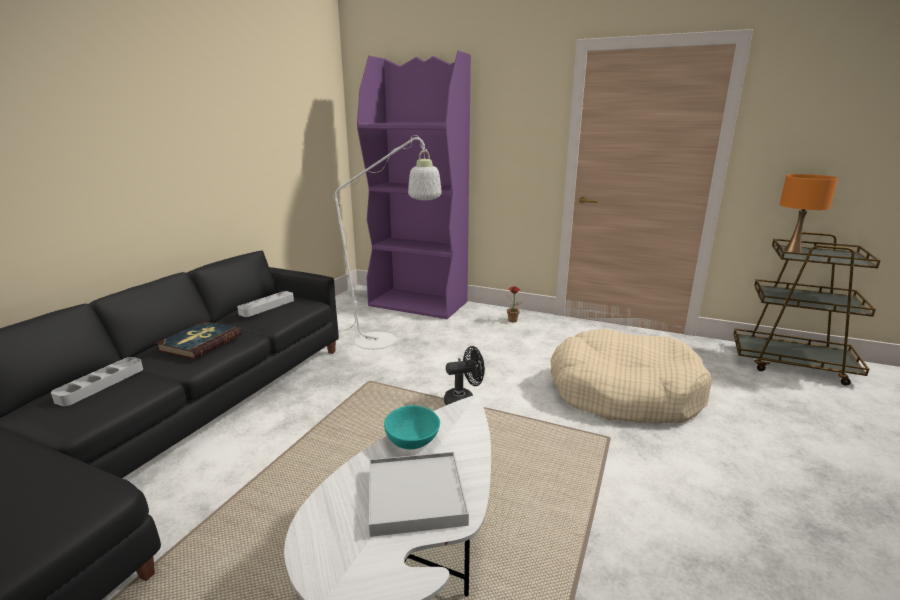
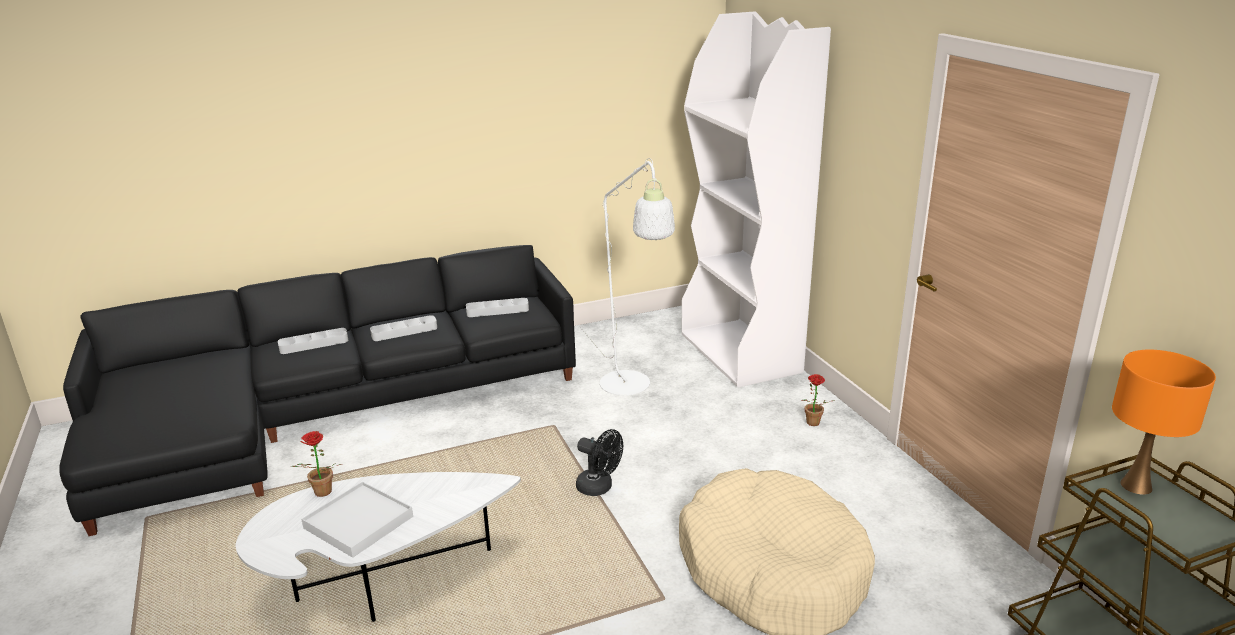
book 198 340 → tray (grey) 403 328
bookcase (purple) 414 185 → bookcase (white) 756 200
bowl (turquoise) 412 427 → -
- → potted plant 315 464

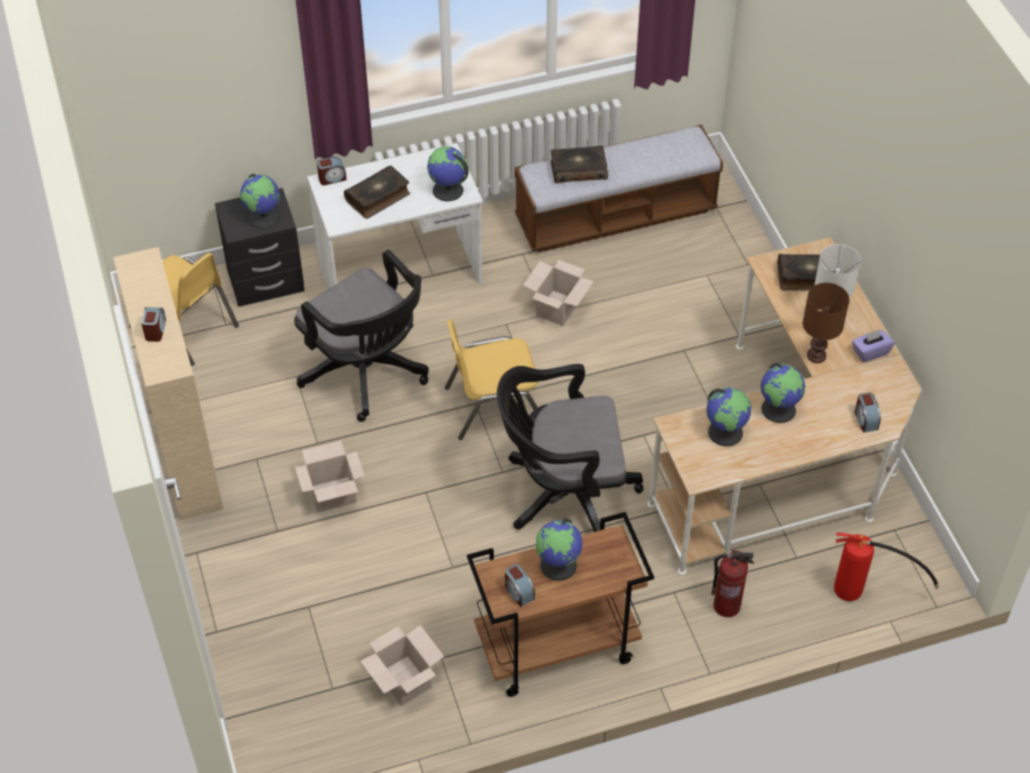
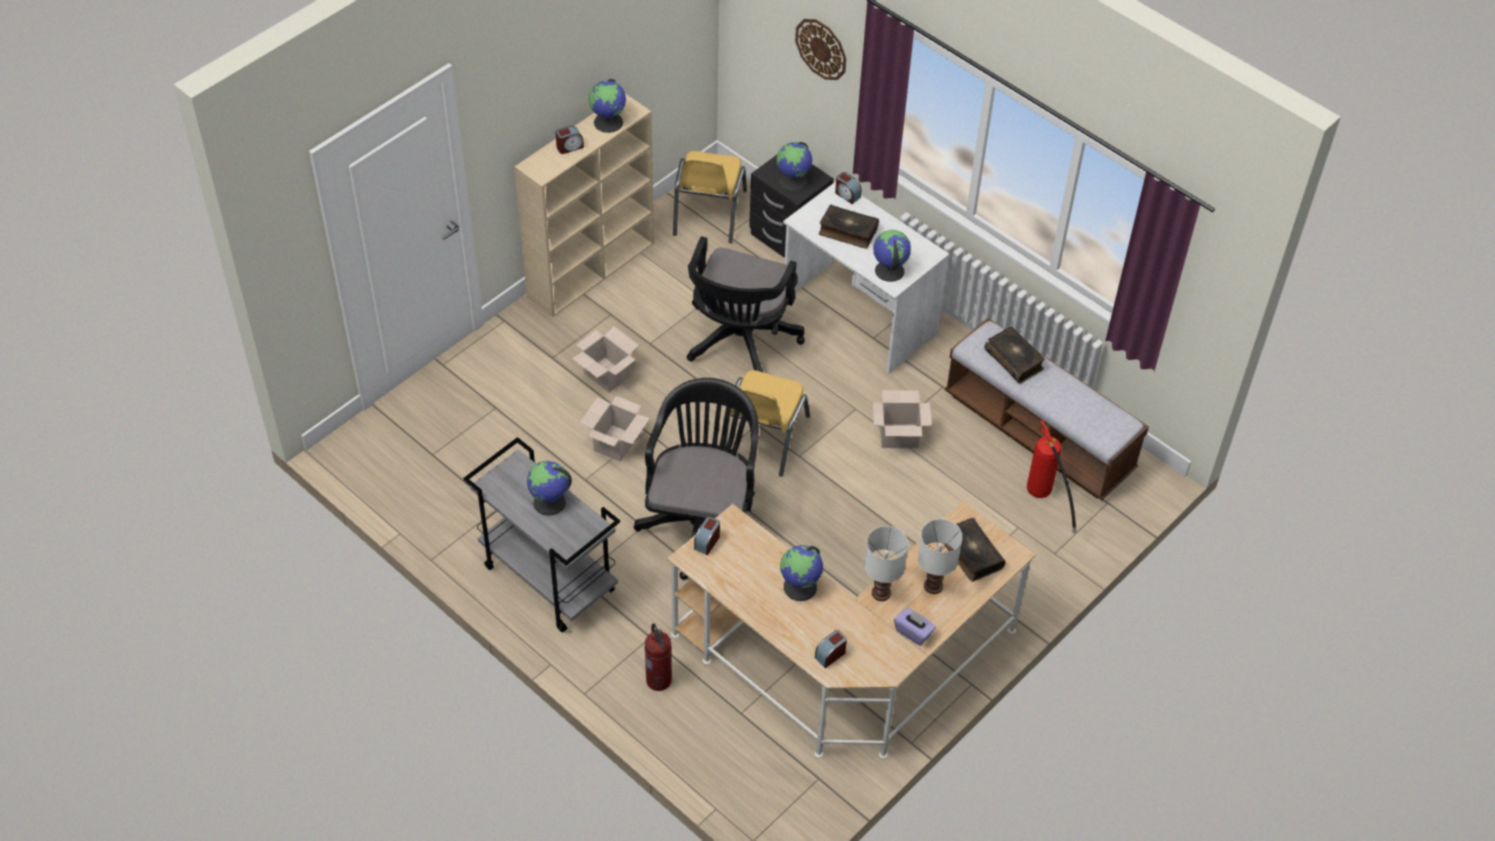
cardboard box 402 665 → cardboard box 615 429, move
chair (yellow) 491 379 → chair (yellow) 767 423, 120 degrees counterclockwise
cart (brown) 560 604 → cart (grey) 541 534
office chair (black) 570 448 → office chair (black) 696 479, 45 degrees clockwise
alarm clock 520 585 → alarm clock 707 536, move
globe 729 417 → globe 607 106, move
table lamp (brown) 826 323 → table lamp (white) 886 563
fire extinguisher 886 567 → fire extinguisher 1051 476, move
- → wall clock 820 49

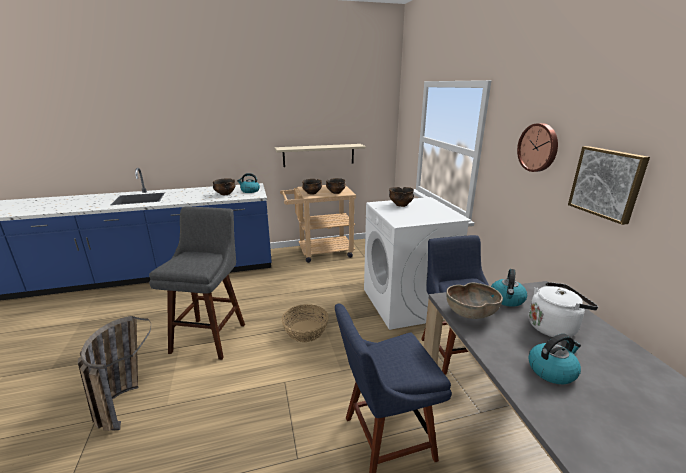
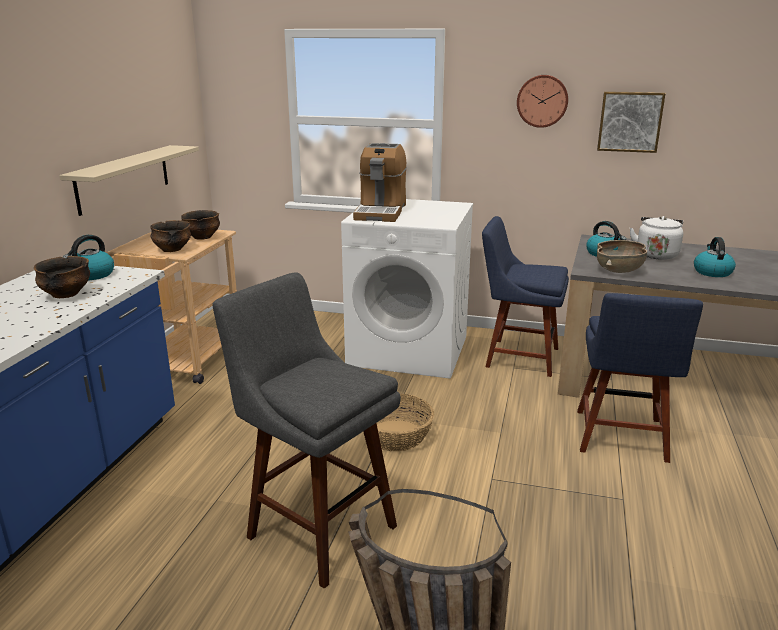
bowl 401 197 → coffee machine 380 182

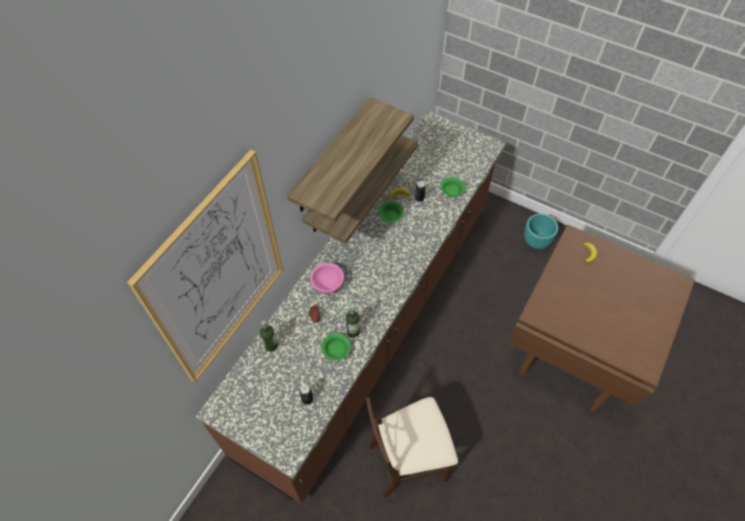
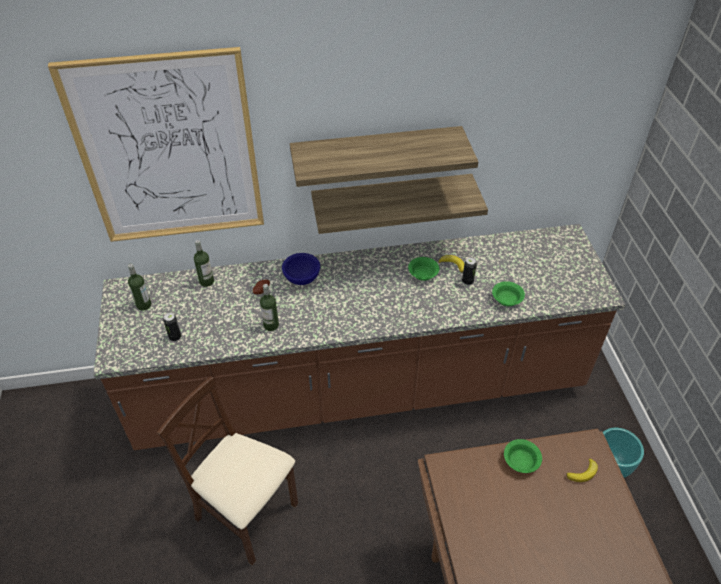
bowl (pink) 327 278 → bowl (blue) 301 269
bowl (green) 336 346 → bowl (green) 523 456, move
- → bottle 139 287

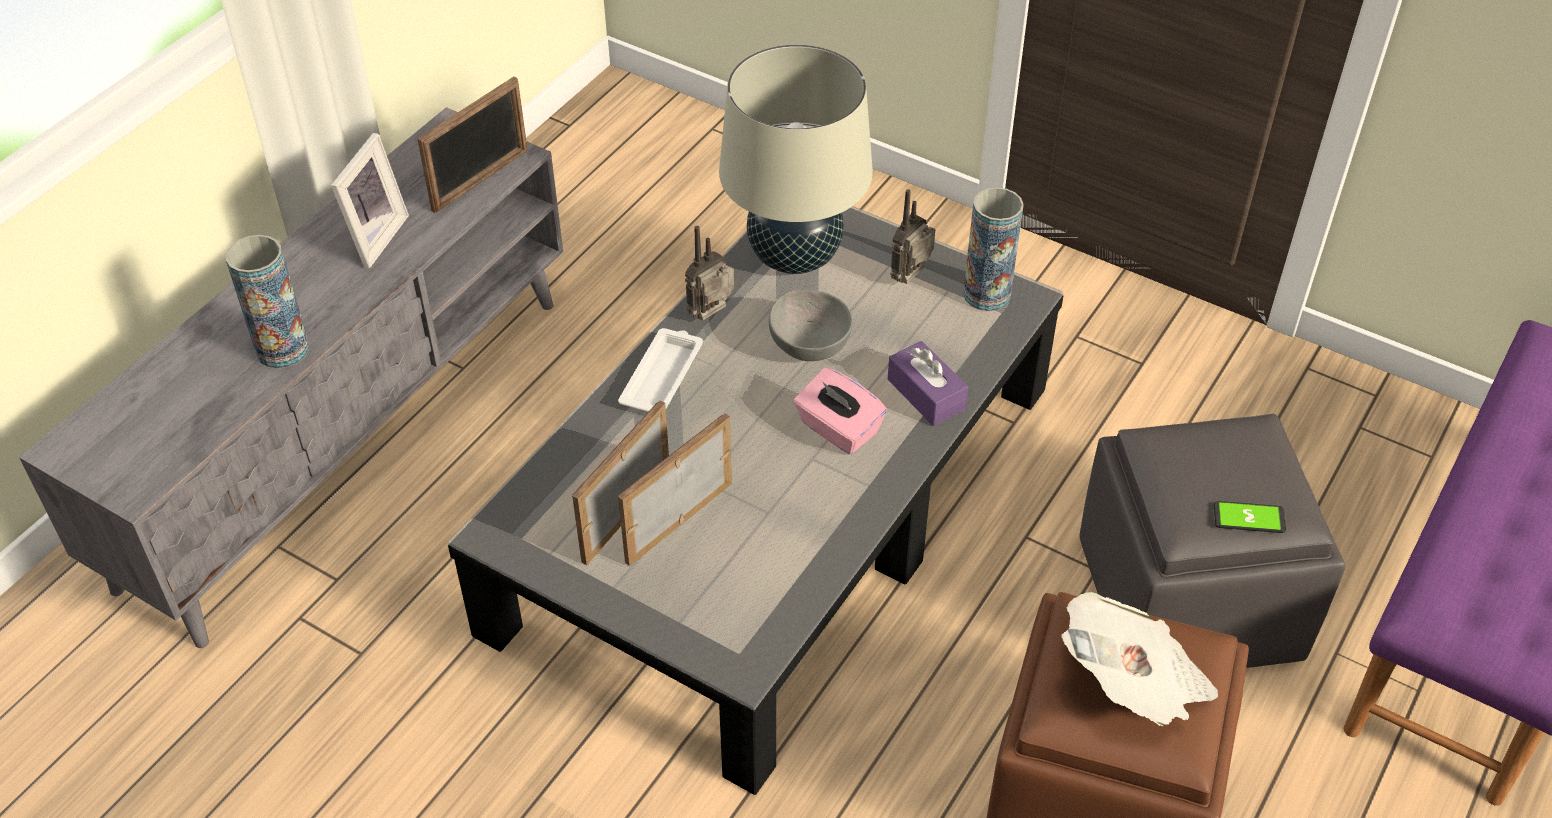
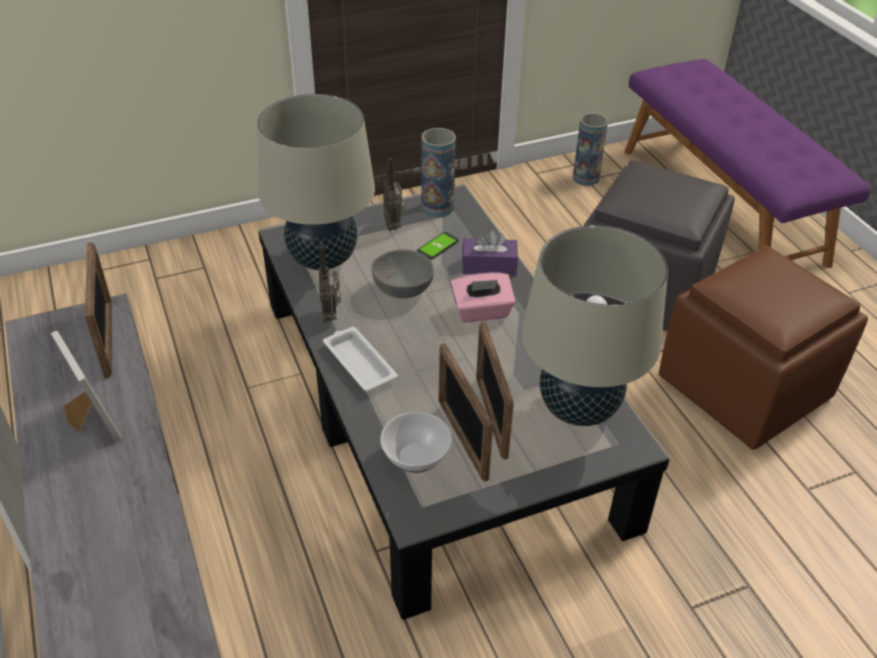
vase 267 301 → vase 590 149, move
newspaper 1139 659 → -
phone 1250 517 → phone 438 245, move
- → bowl 416 442
- → table lamp (beige) 594 325

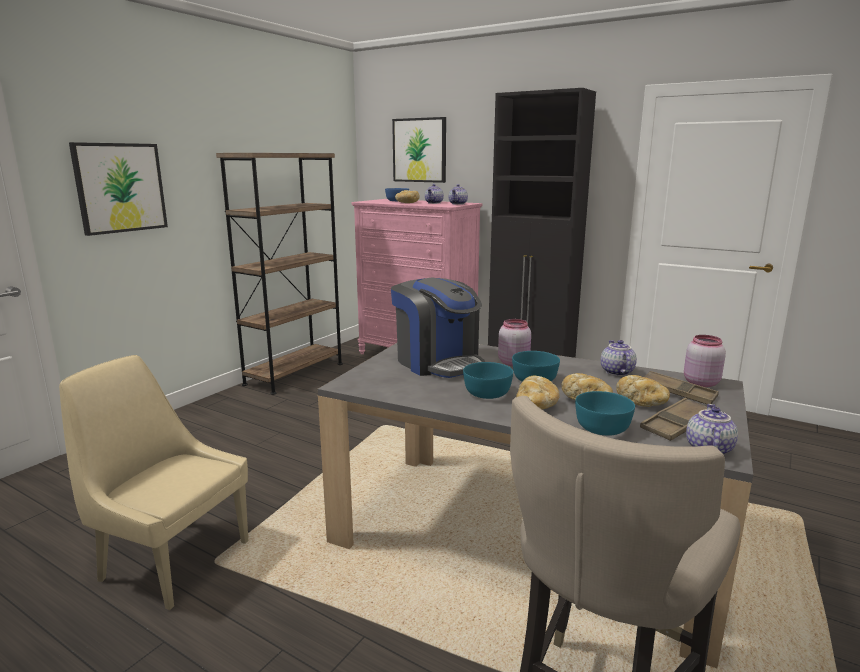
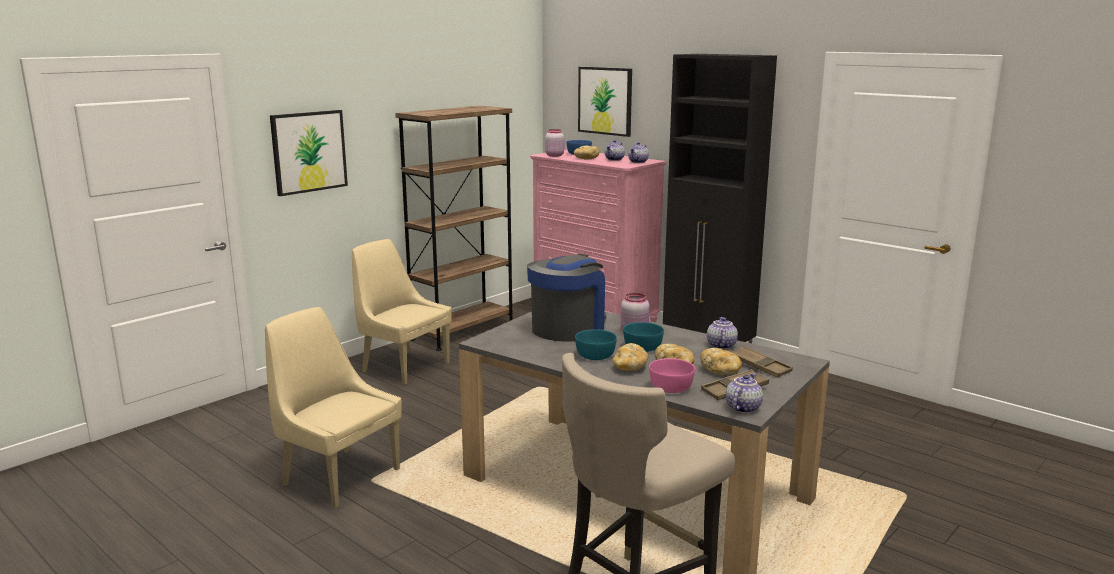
coffee machine 438 328 → coffee machine 566 297, 120 degrees counterclockwise
bowl (turquoise) 605 413 → bowl (pink) 672 375
jar (pink) 705 361 → jar (pink) 554 143, move
- → chair (beige) 402 312

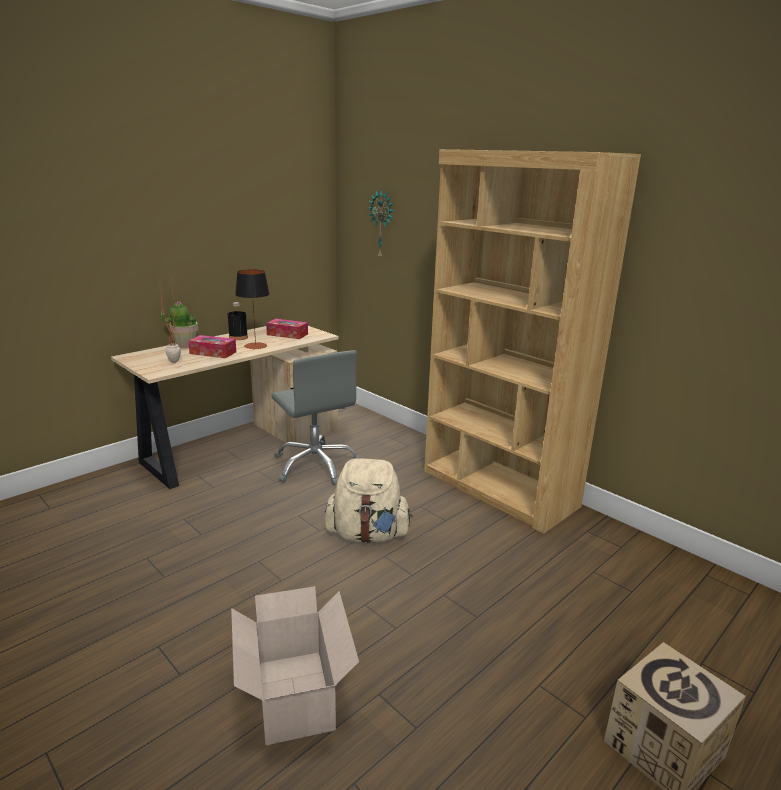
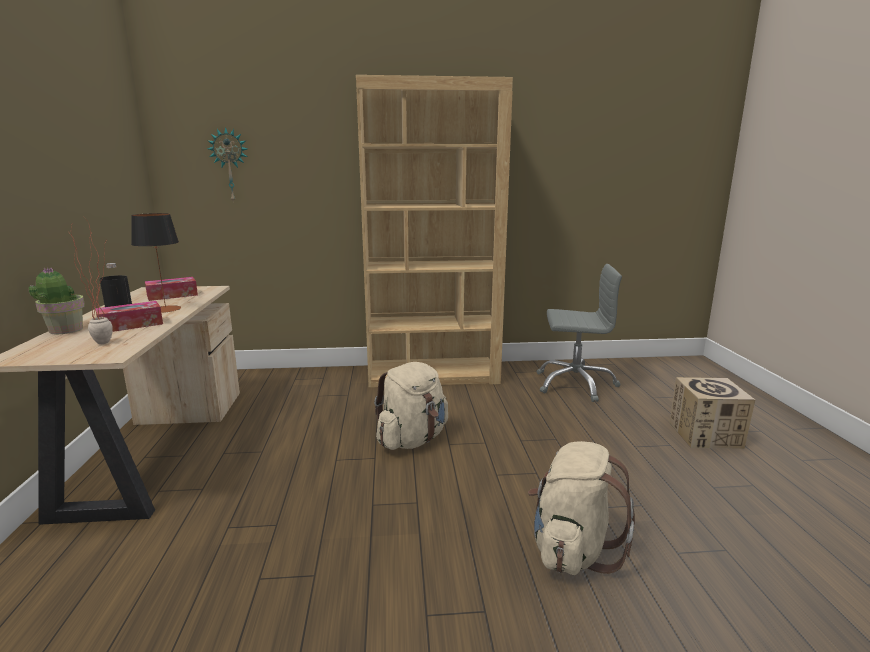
cardboard box 295 665 → backpack (beige) 581 508
office chair (grey) 315 417 → office chair (grey) 579 333, move

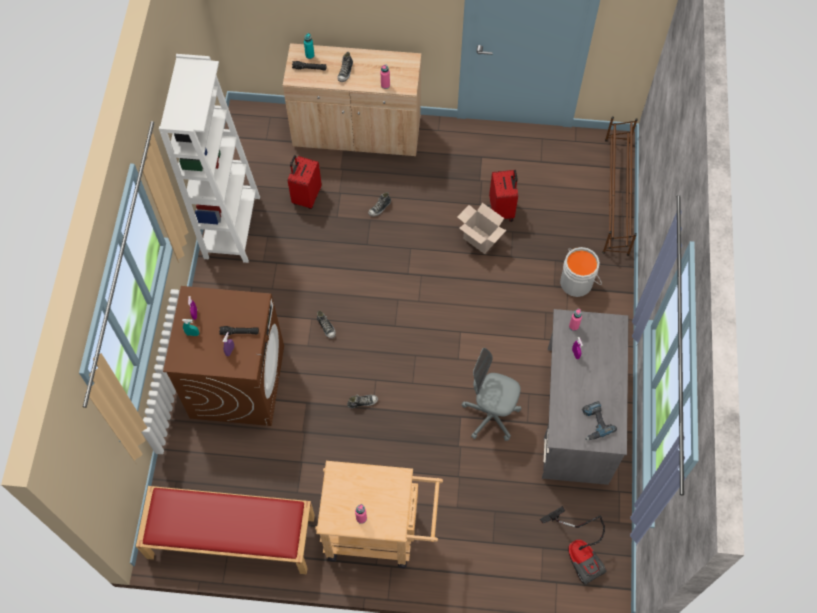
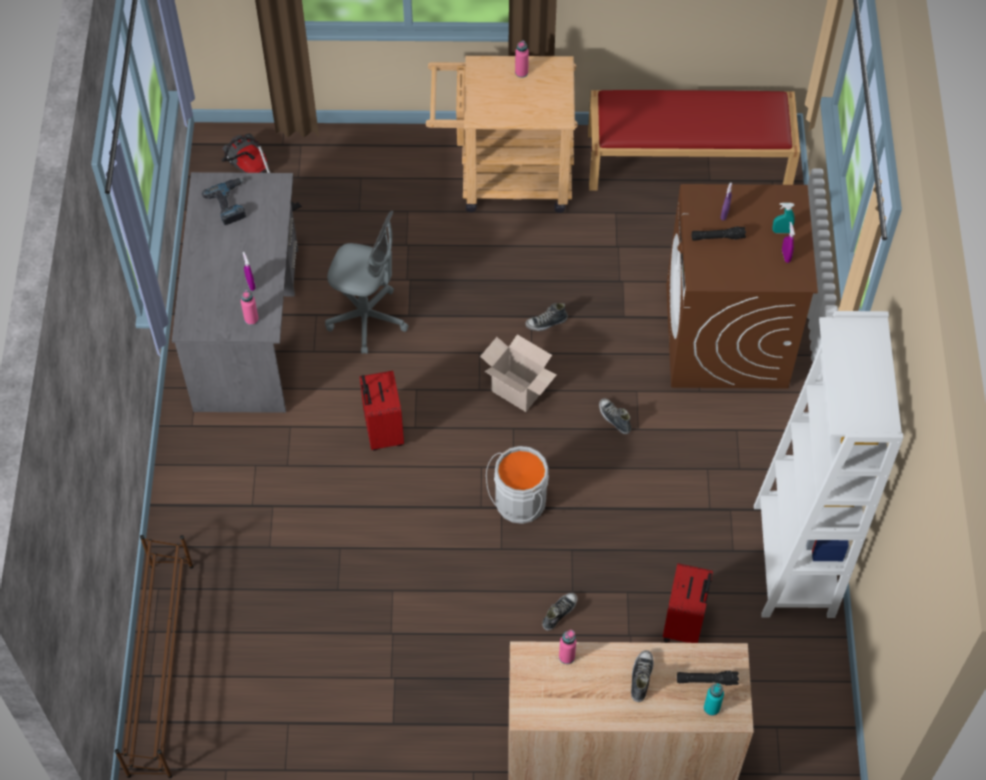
cardboard box 482 228 → cardboard box 518 373, move
suitcase (red) 503 196 → suitcase (red) 382 411, move
bucket (grey) 581 272 → bucket (grey) 517 485, move

